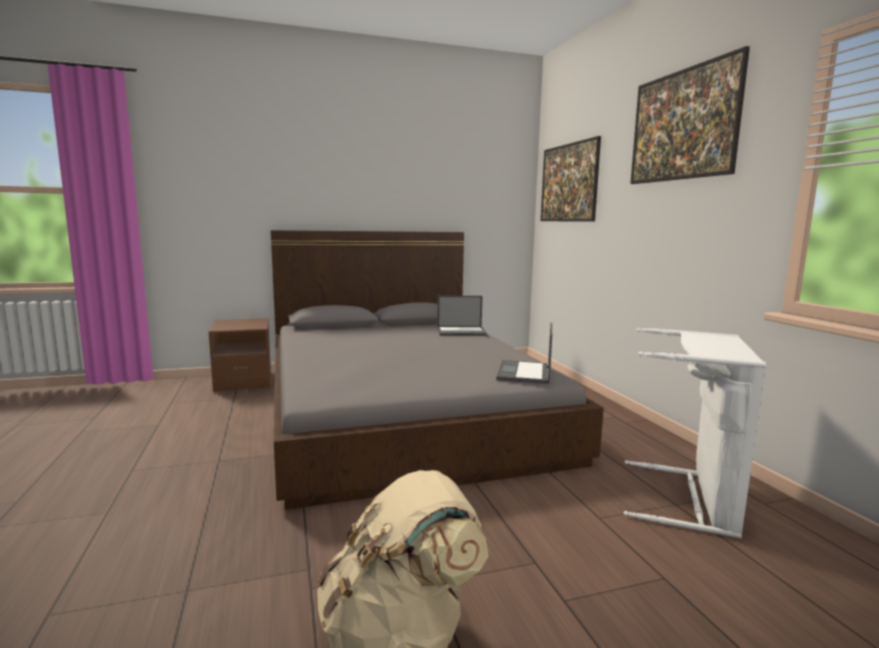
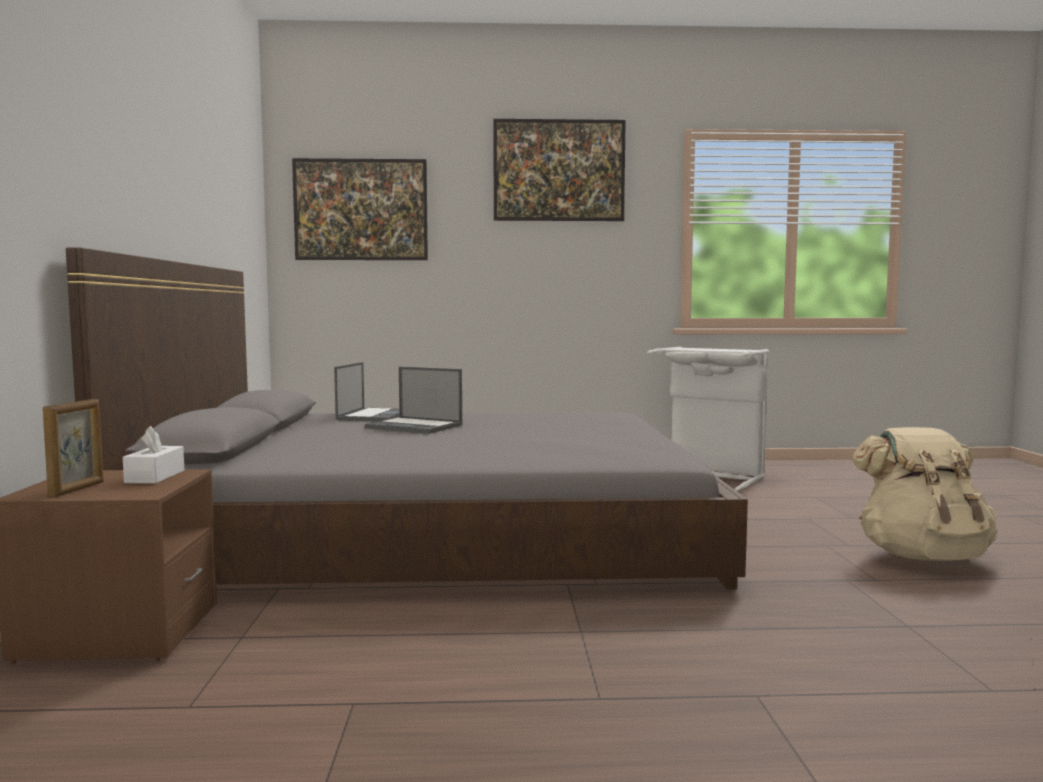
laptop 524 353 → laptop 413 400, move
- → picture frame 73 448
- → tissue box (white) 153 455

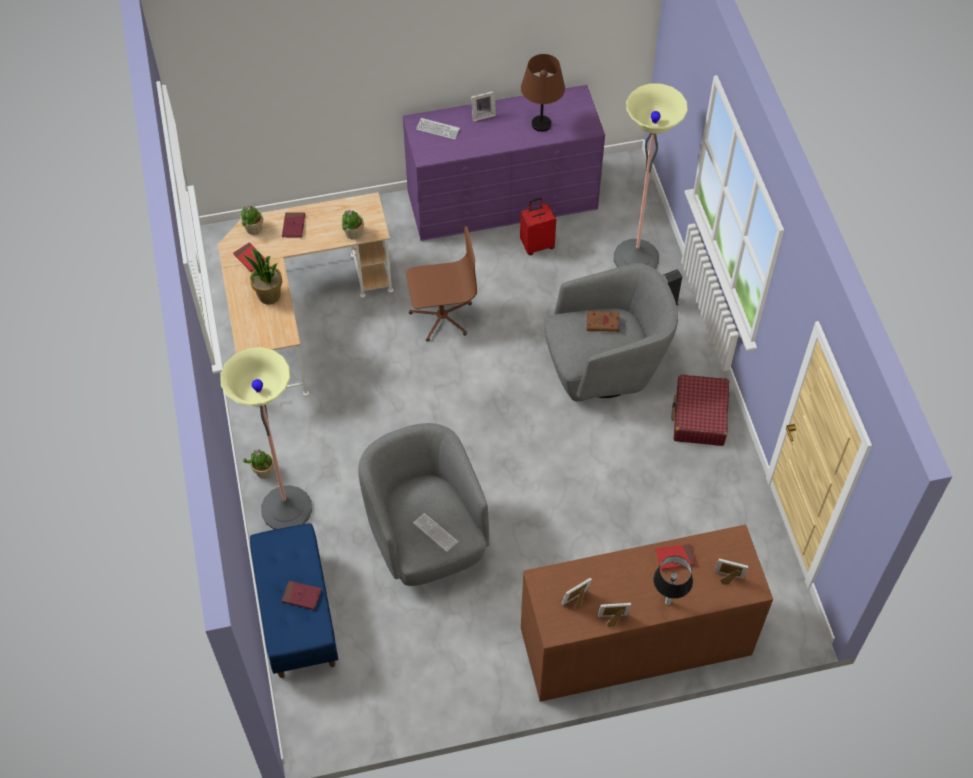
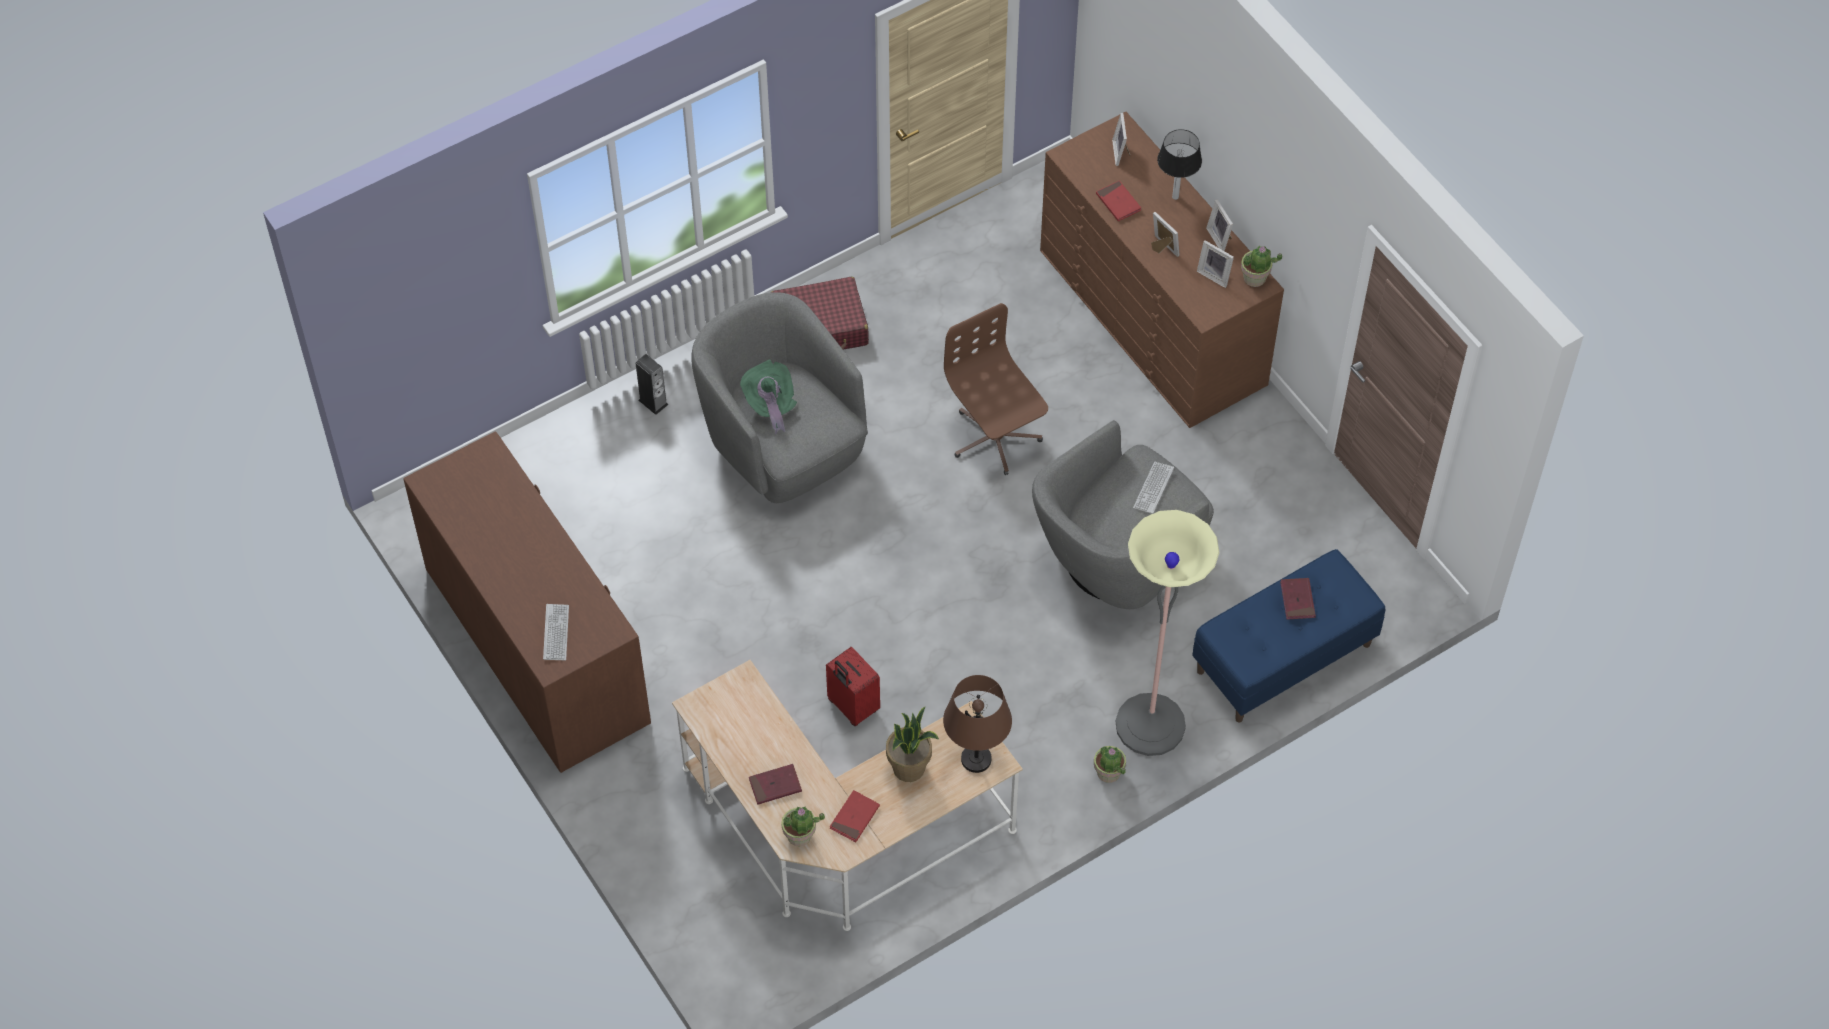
potted plant 352 225 → potted plant 1261 266, move
dresser (purple) 504 163 → dresser (brown) 527 602
office chair (brown) 441 283 → office chair (brown) 996 389, move
picture frame 483 106 → picture frame 1165 234, move
suitcase (red) 538 226 → suitcase (red) 853 686, move
table lamp (brown) 543 93 → table lamp (brown) 977 724, move
book (brown) 606 321 → hat (green) 768 396
floor lamp 651 176 → -

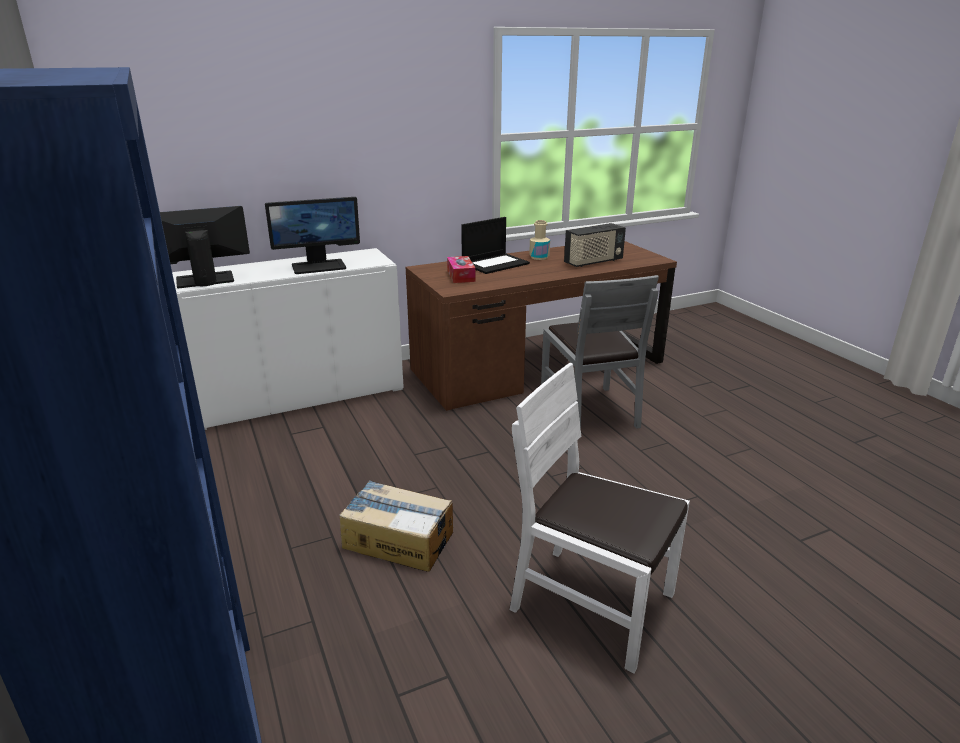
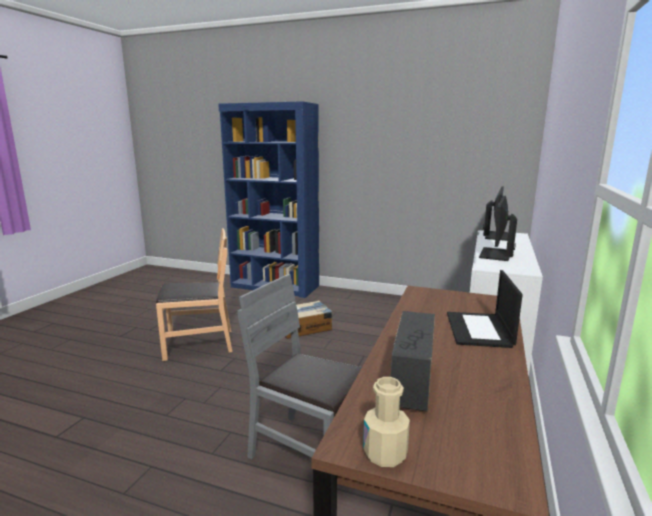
tissue box 461 269 → -
chair (white) 600 518 → chair (brown) 194 294
bottle (beige) 539 240 → bottle (beige) 386 422, move

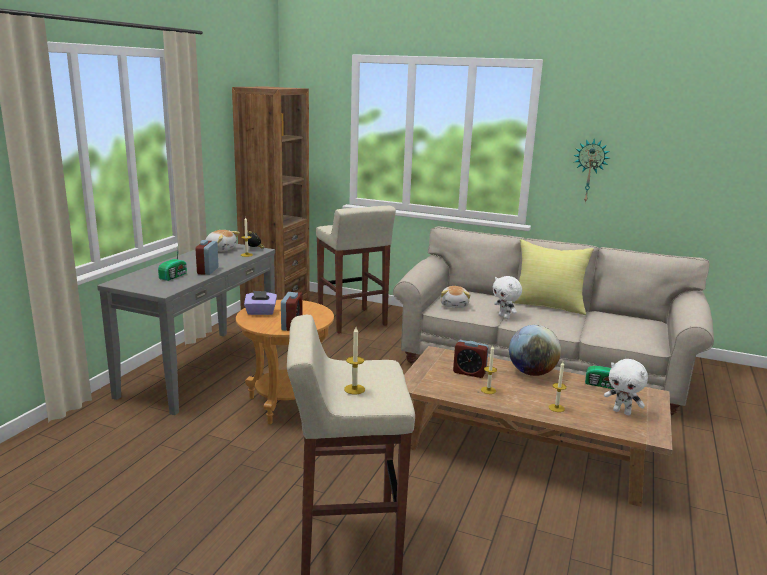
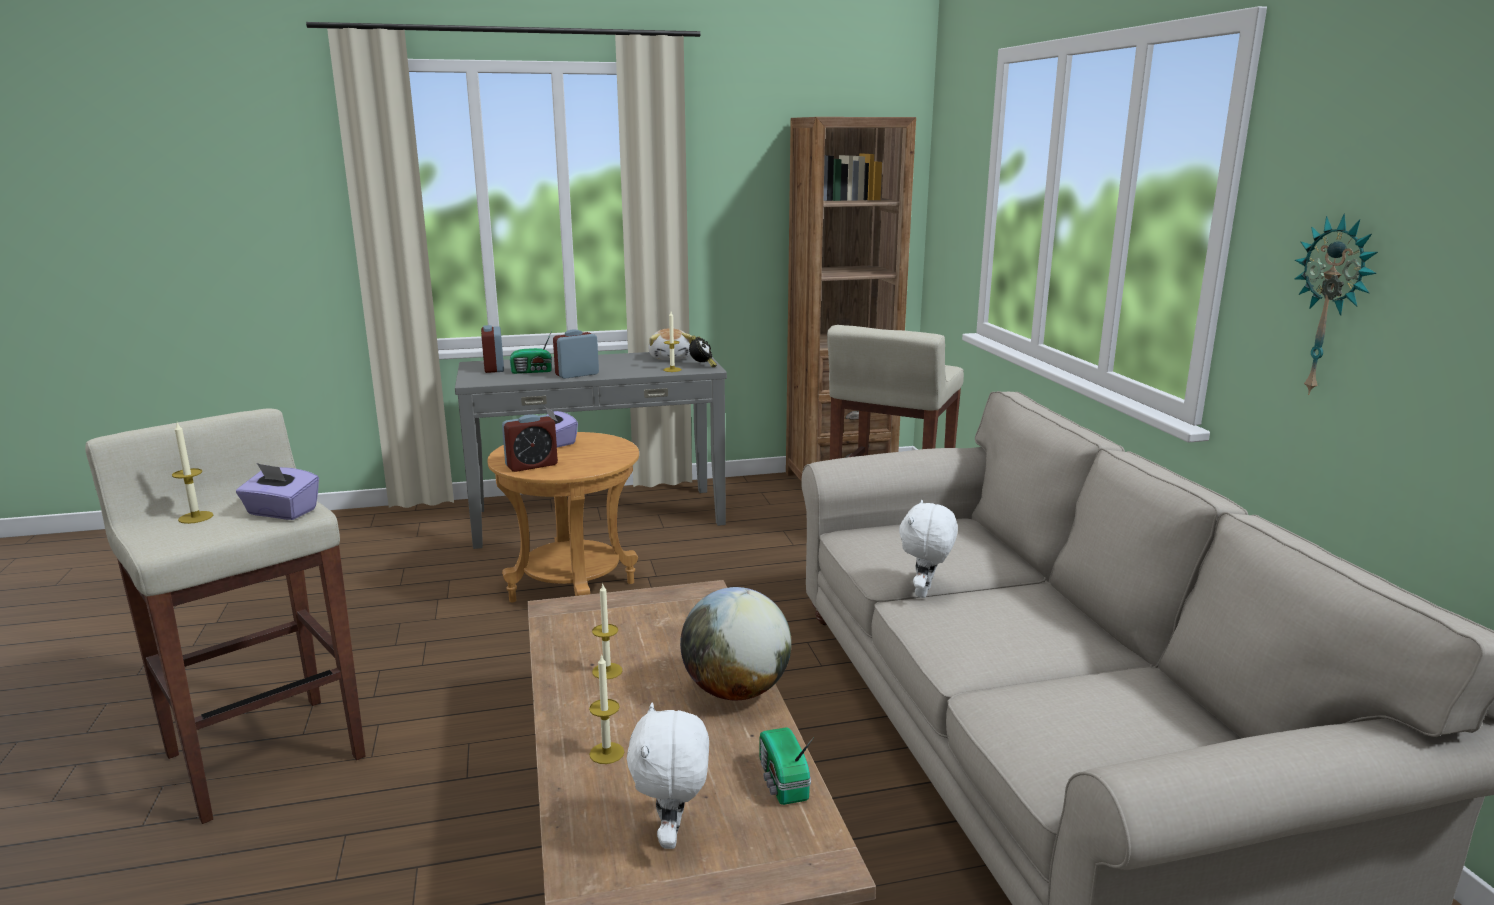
plush toy 455 297 → -
alarm clock 471 359 → alarm clock 492 349, move
pillow (yellow) 553 277 → -
- → tissue box (purple) 277 491

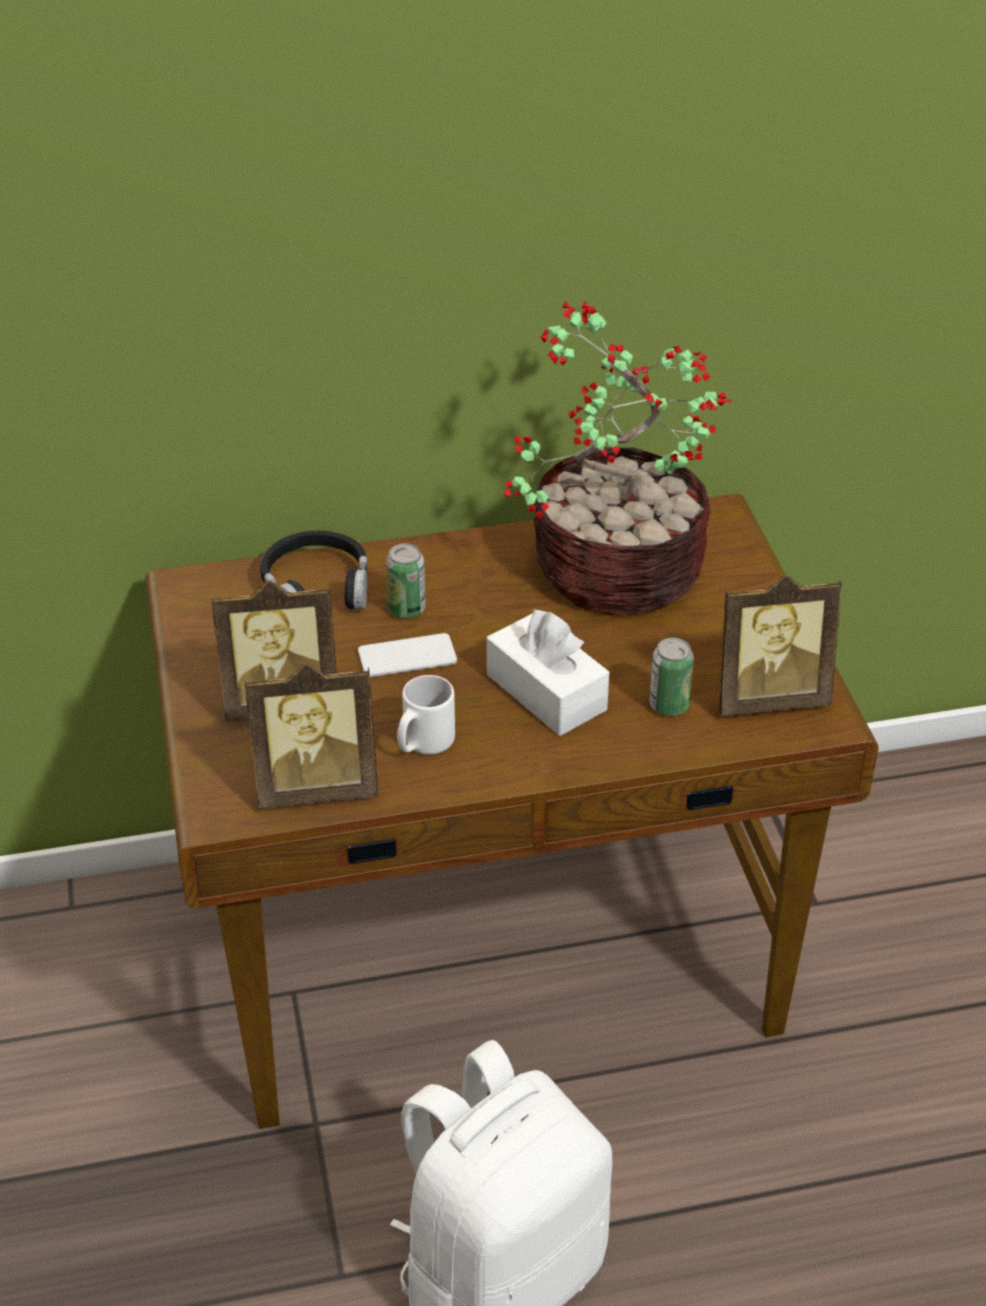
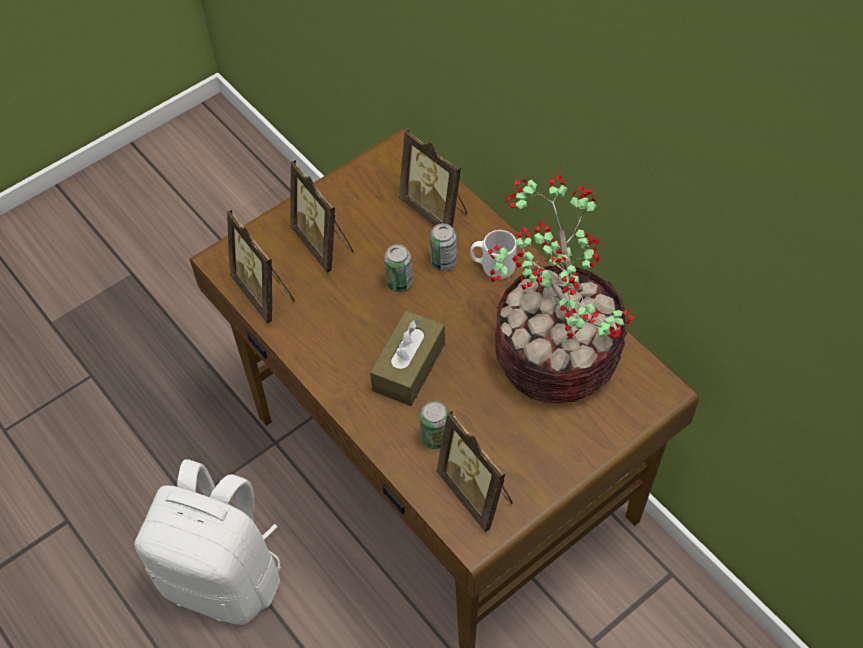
headphones (black) 314 570 → picture frame 433 178
phone 407 655 → can 398 268
mug (white) 426 715 → mug (white) 493 254, move
tissue box (white) 548 672 → tissue box (brown) 407 358

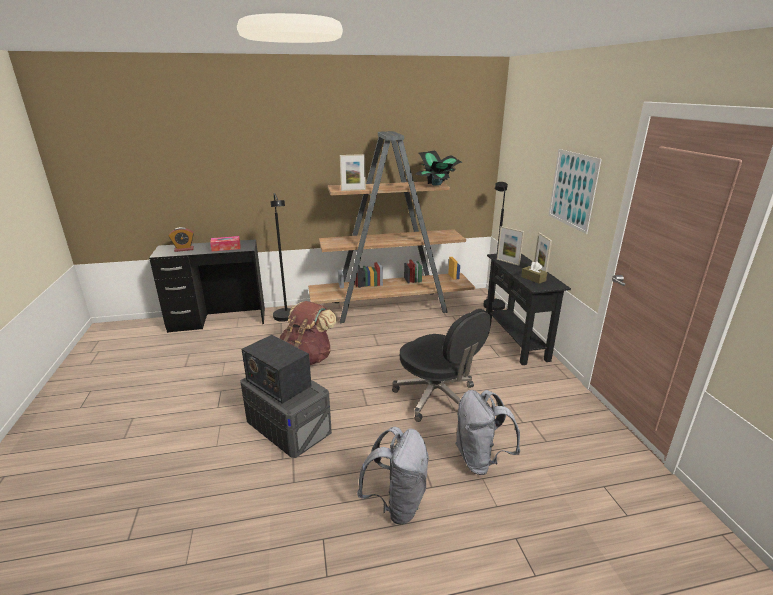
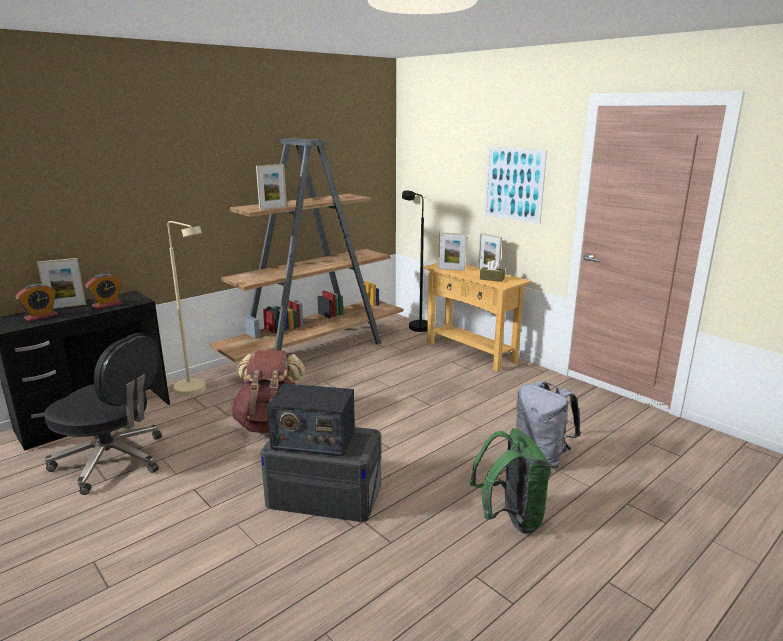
tissue box 225 243 → alarm clock 104 291
floor lamp (black) 280 257 → floor lamp (beige) 187 309
backpack (grey) 393 475 → backpack (green) 510 481
office chair (black) 441 365 → office chair (black) 103 414, move
potted plant 439 168 → -
console table (black) 528 309 → console table (beige) 477 317
- → picture frame 61 283

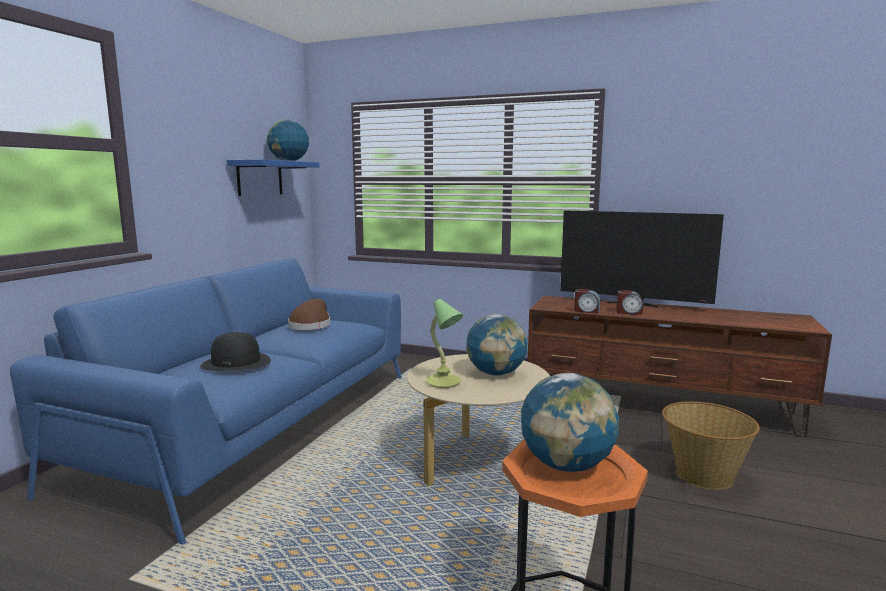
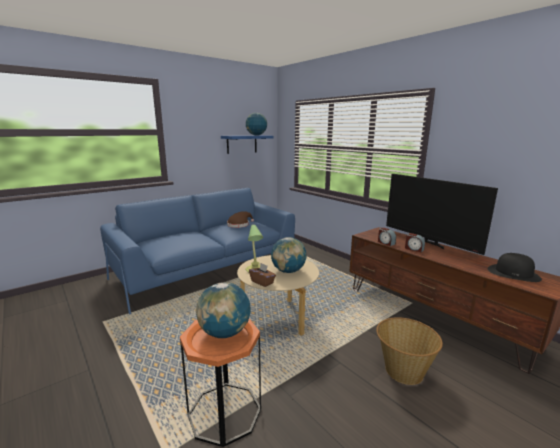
hat (black) 235 351 → hat (black) 515 267, move
- → tissue box (brown) 262 275

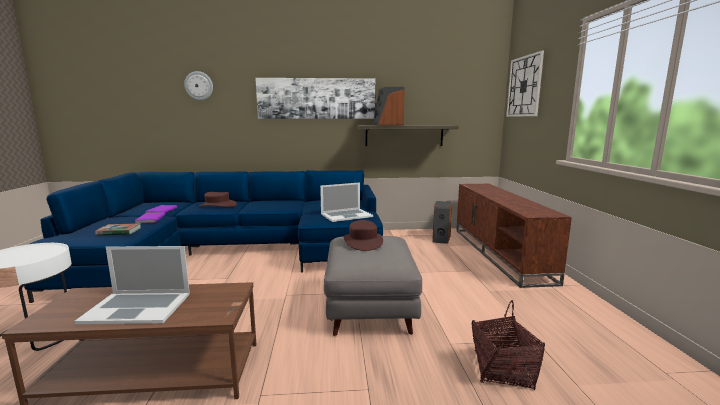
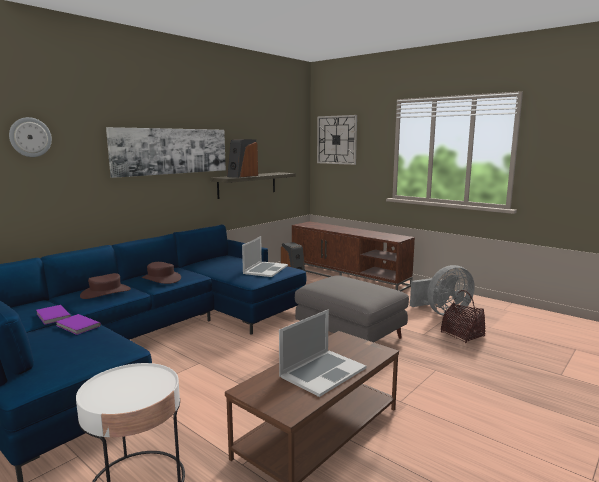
book 118 229 → -
hat (brown) 363 235 → hat (brown) 161 273, move
- → fan (grey) 442 290

